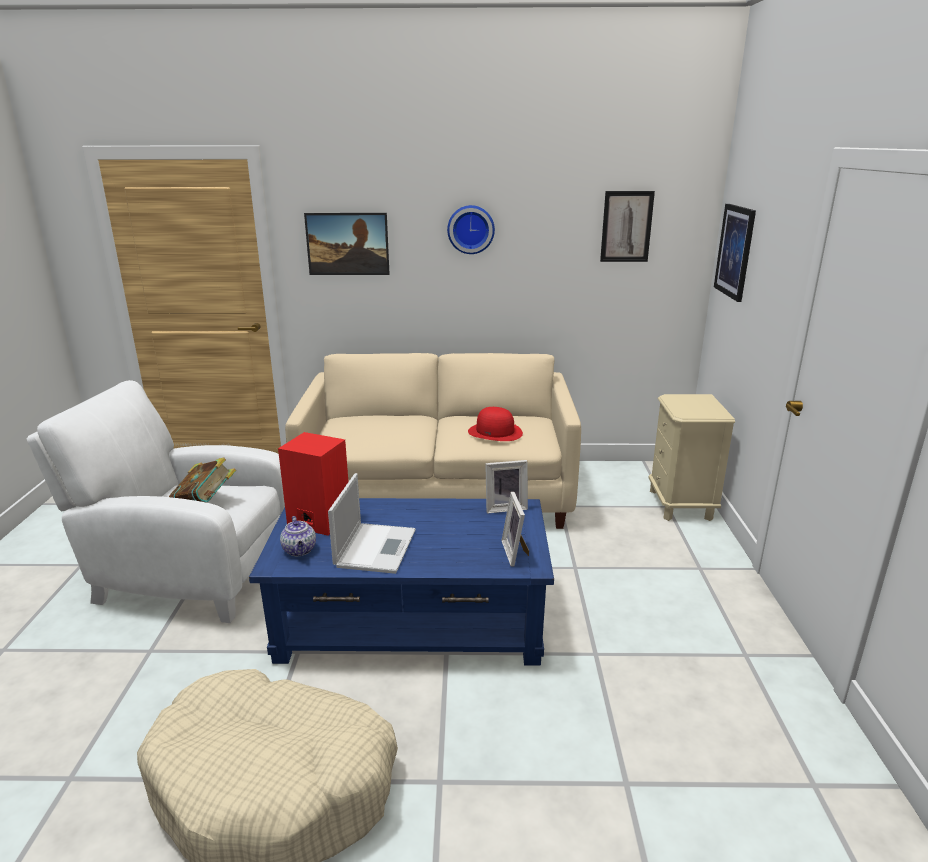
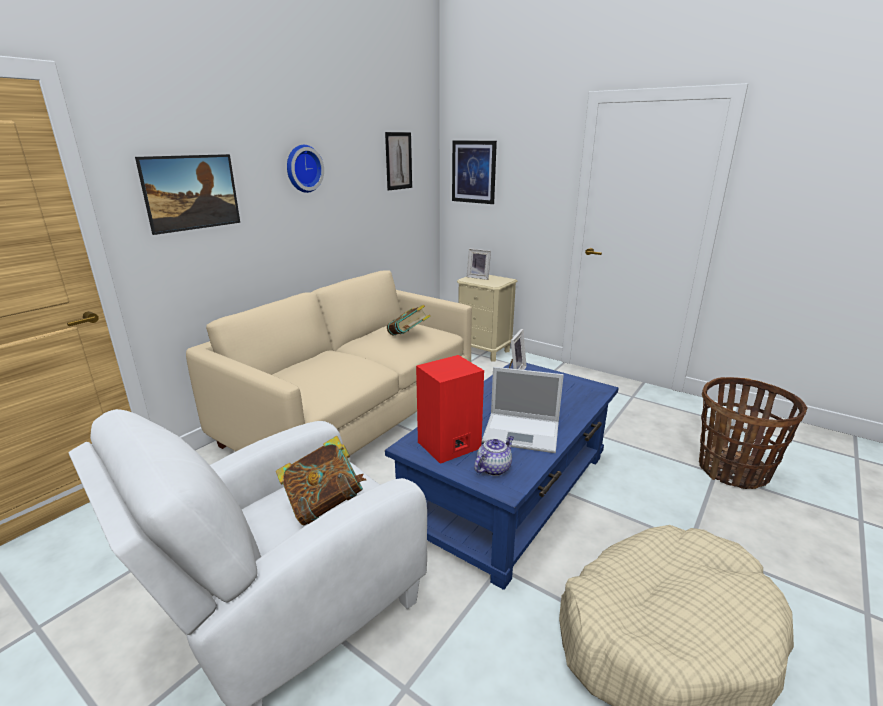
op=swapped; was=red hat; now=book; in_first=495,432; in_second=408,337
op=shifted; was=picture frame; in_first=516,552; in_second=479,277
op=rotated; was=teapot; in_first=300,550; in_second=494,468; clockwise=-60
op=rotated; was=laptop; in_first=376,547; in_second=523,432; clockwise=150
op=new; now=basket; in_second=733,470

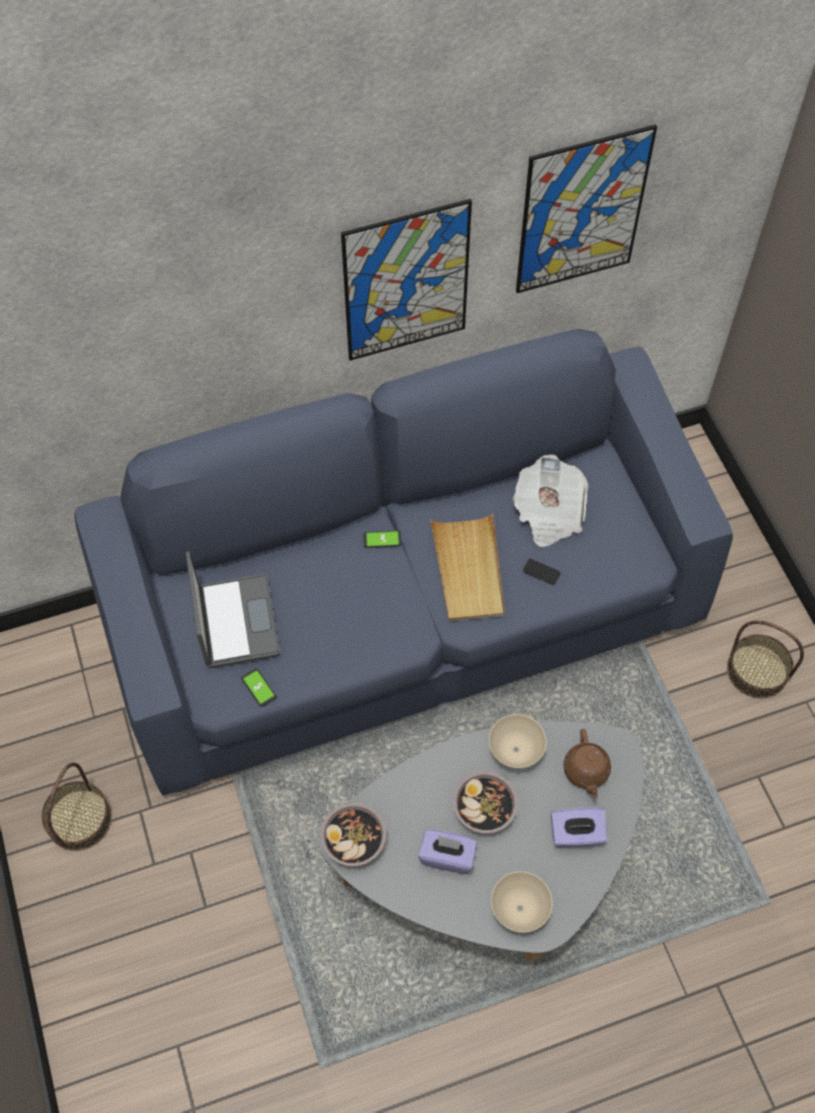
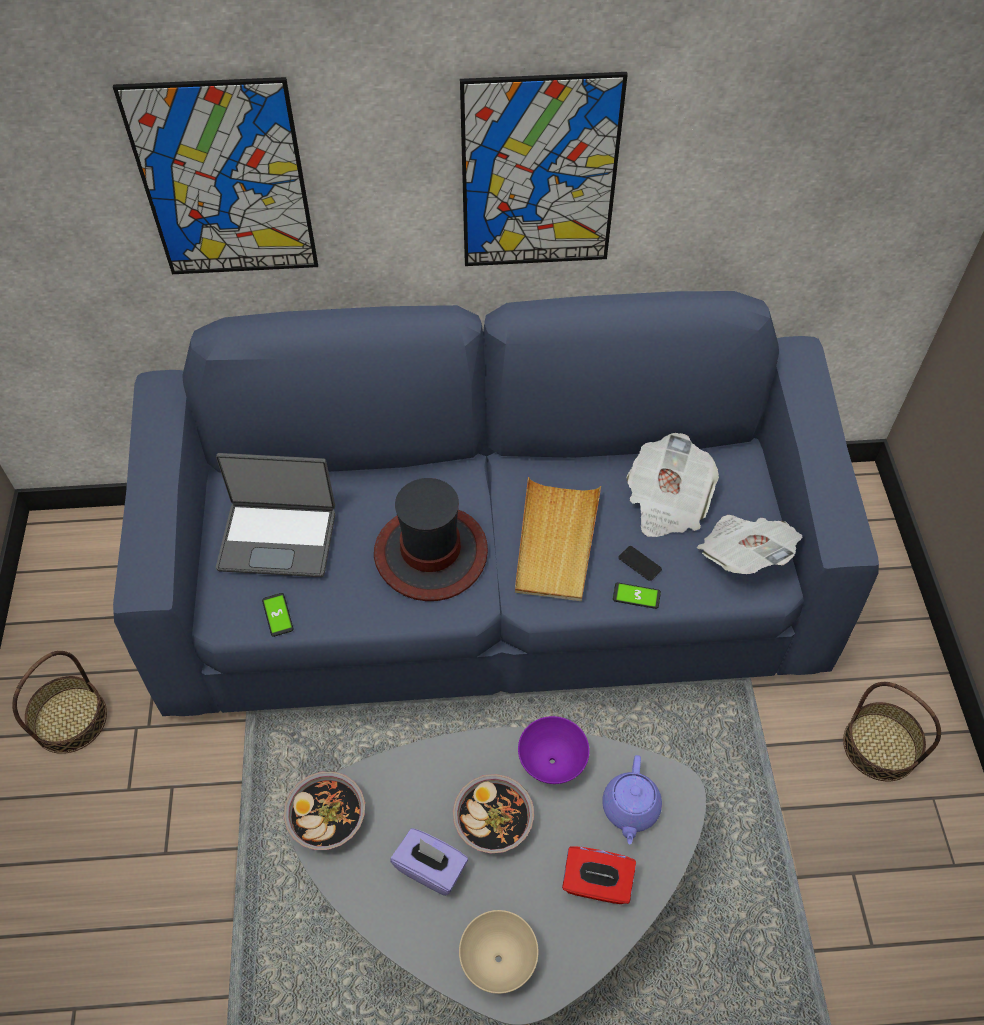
op=shifted; was=picture; in_first=582,211; in_second=224,182
op=rotated; was=laptop; in_first=235,622; in_second=278,538; clockwise=90
op=new; now=hat; in_second=431,553
op=repainted; was=beige bowl; now=purple bowl; in_first=515,751; in_second=551,762
op=repainted; was=purple tissue box; now=red tissue box; in_first=576,834; in_second=596,884
op=repainted; was=brown teapot; now=purple teapot; in_first=586,771; in_second=630,809
op=shifted; was=phone; in_first=382,539; in_second=636,596
op=new; now=newspaper; in_second=743,555

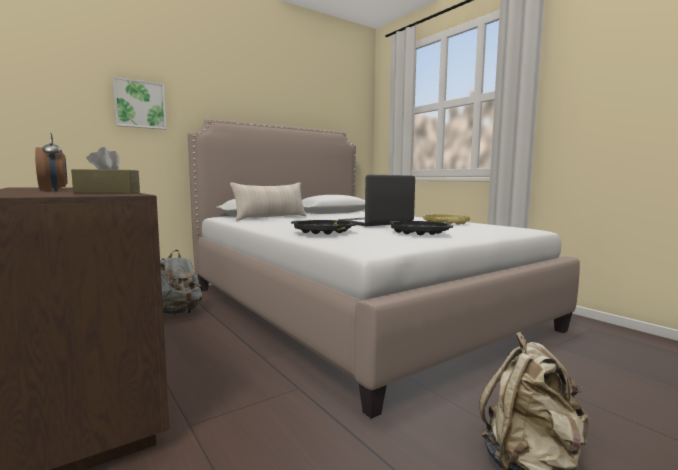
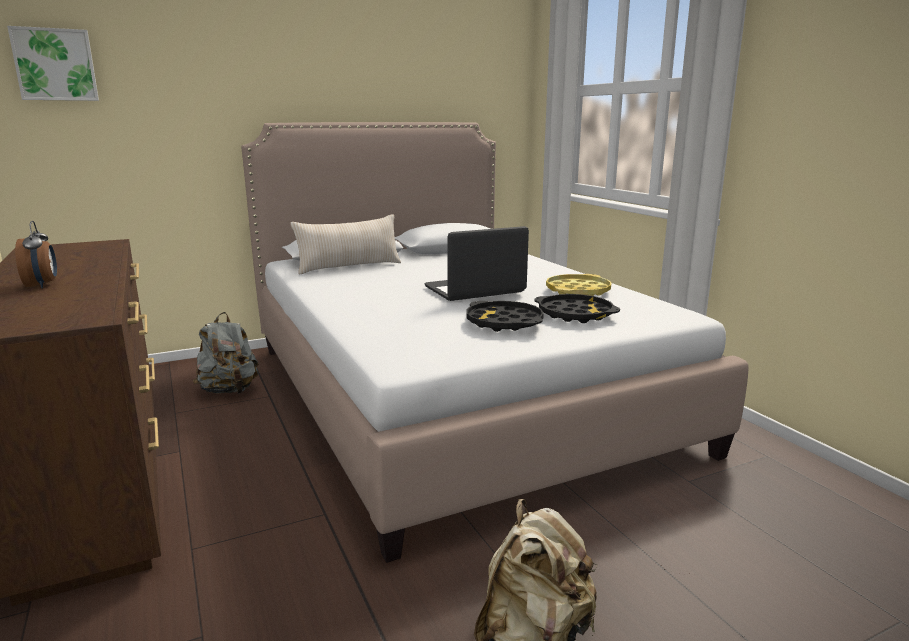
op=shifted; was=picture; in_first=139,104; in_second=55,65
op=shifted; was=black tray; in_first=322,231; in_second=575,314
op=gone; was=brown tissue box; in_first=108,193

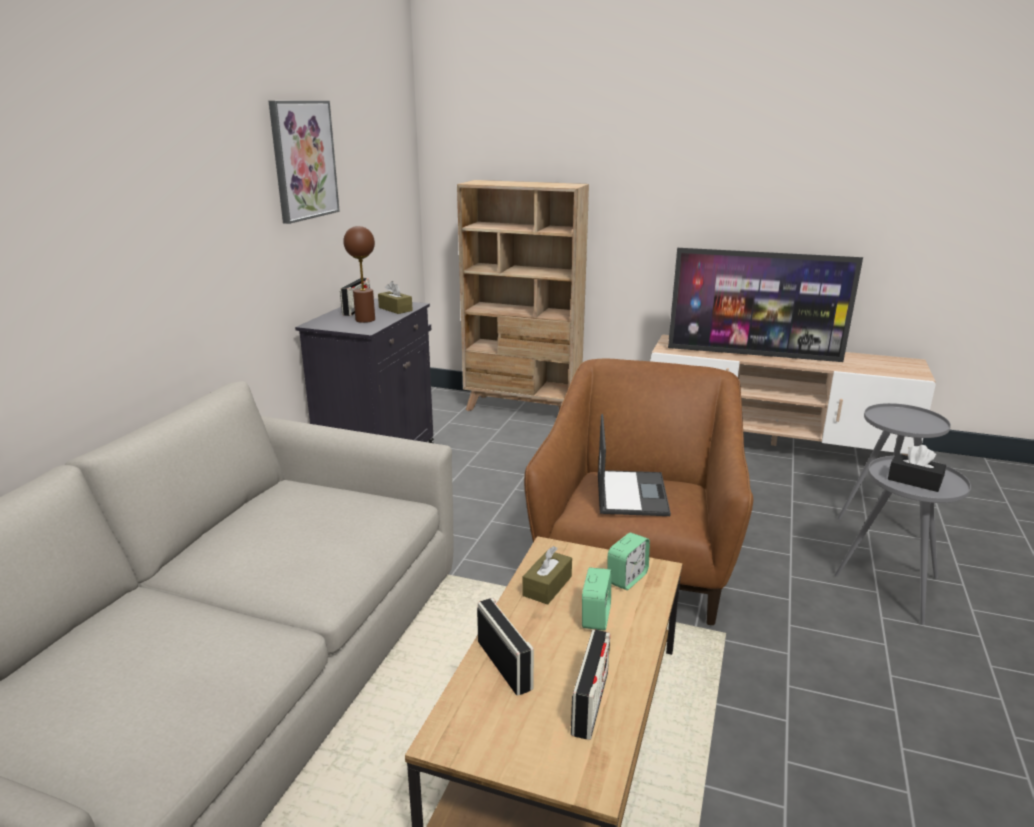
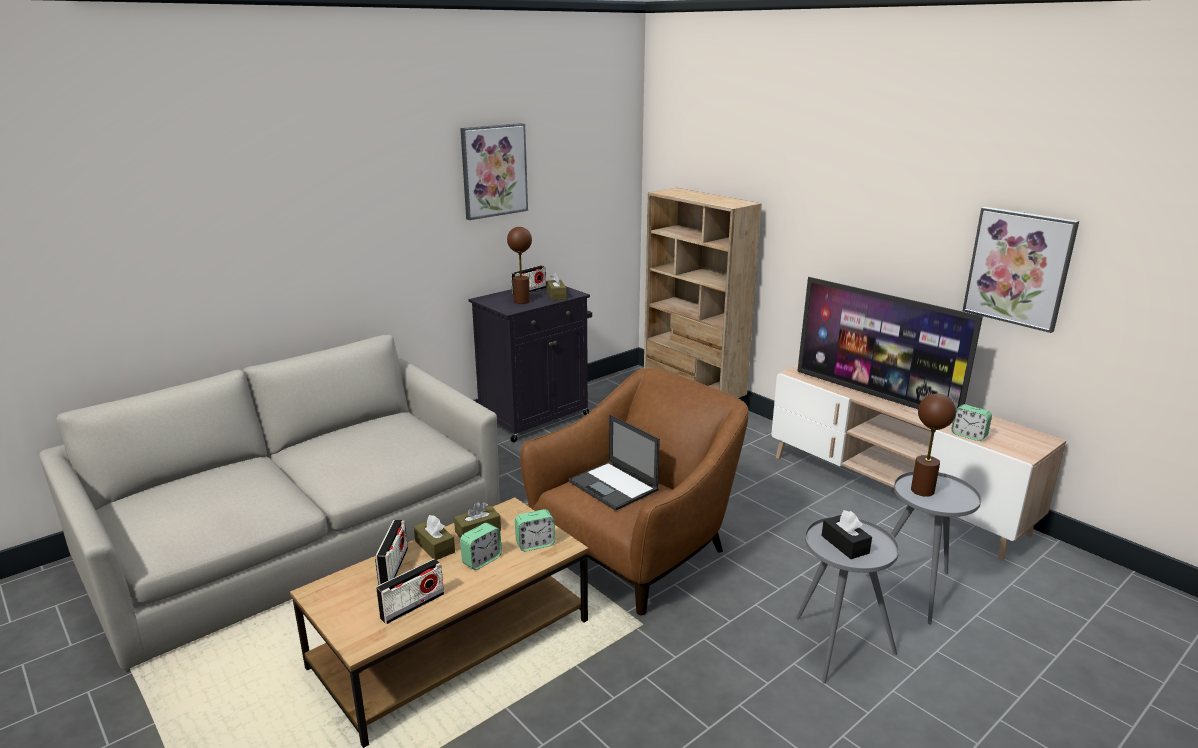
op=new; now=brown tissue box; in_second=435,547
op=rotated; was=laptop; in_first=631,493; in_second=614,486; clockwise=105
op=new; now=brown table lamp; in_second=922,490
op=new; now=alarm clock; in_second=969,435
op=new; now=picture; in_second=1018,268

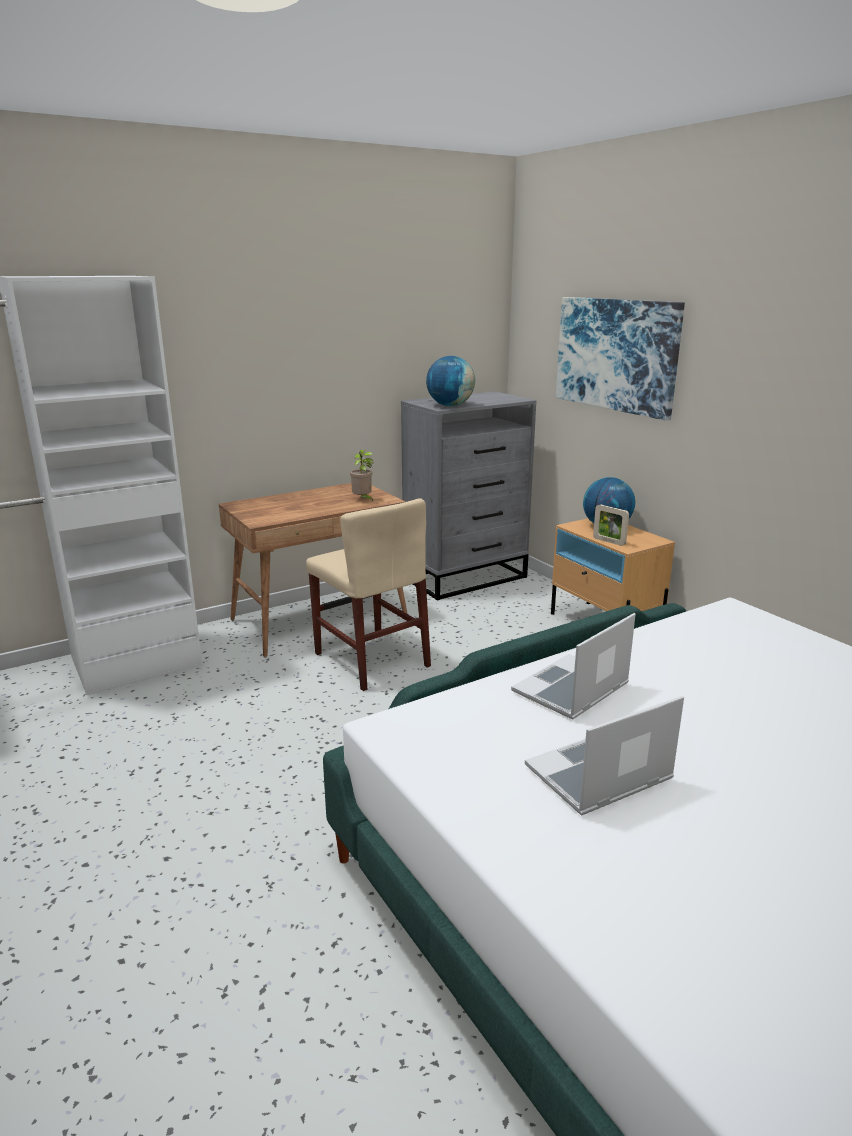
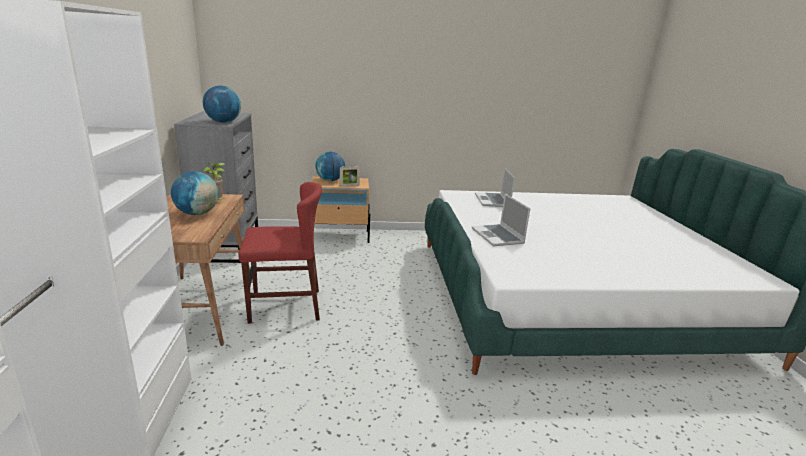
op=new; now=globe; in_second=197,213
op=repainted; was=beige chair; now=red chair; in_first=371,659; in_second=285,306
op=shifted; was=laptop; in_first=598,775; in_second=493,201
op=gone; was=picture; in_first=616,355

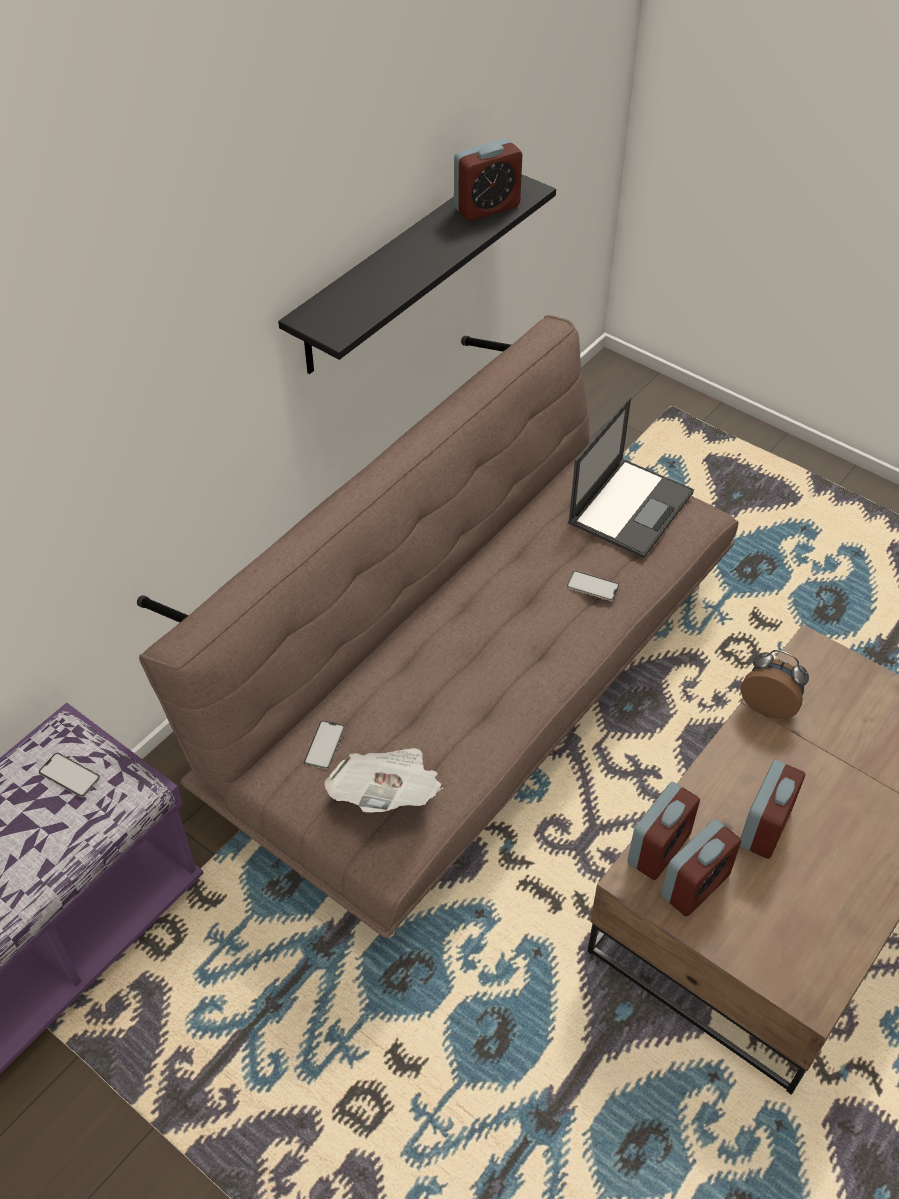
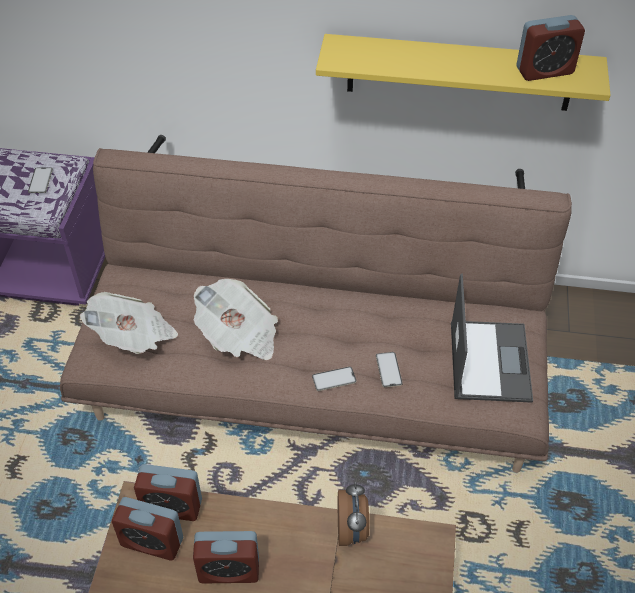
op=new; now=newspaper; in_second=239,335
op=shifted; was=phone; in_first=324,745; in_second=334,379
op=repainted; was=black shelf; now=yellow shelf; in_first=396,271; in_second=459,73
op=rotated; was=laptop; in_first=631,506; in_second=489,360; clockwise=-90
op=rotated; was=alarm clock; in_first=486,207; in_second=544,71; clockwise=-45

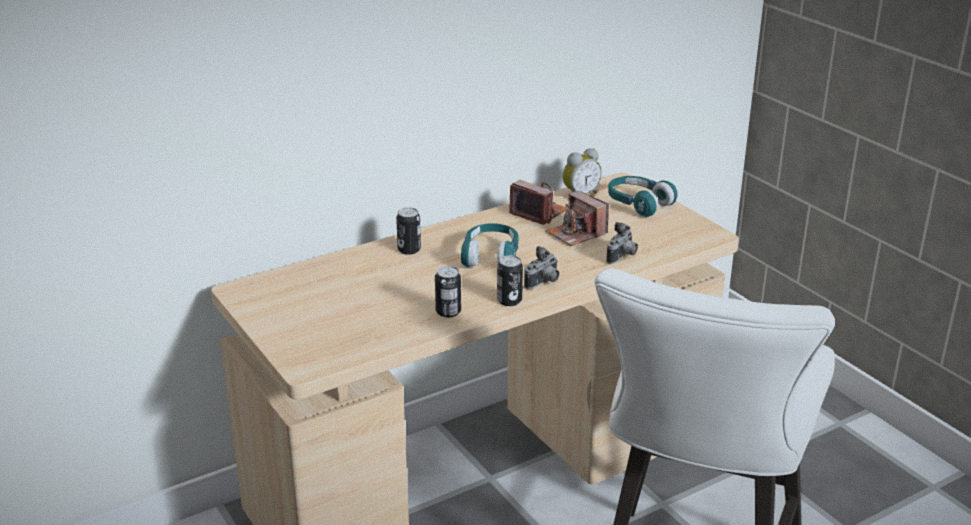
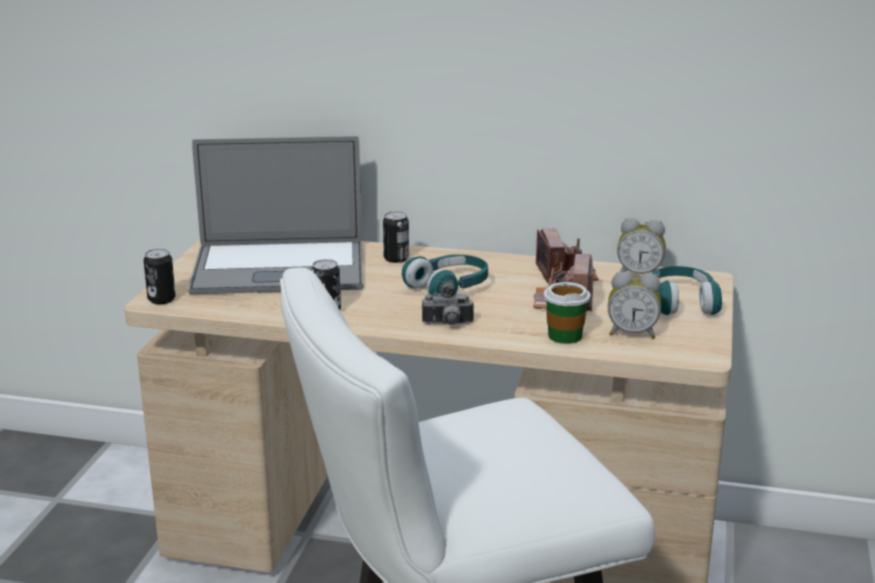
op=shifted; was=can; in_first=509,300; in_second=161,299
op=new; now=laptop; in_second=279,269
op=swapped; was=photo camera; now=cup; in_first=622,257; in_second=565,336
op=new; now=alarm clock; in_second=632,333

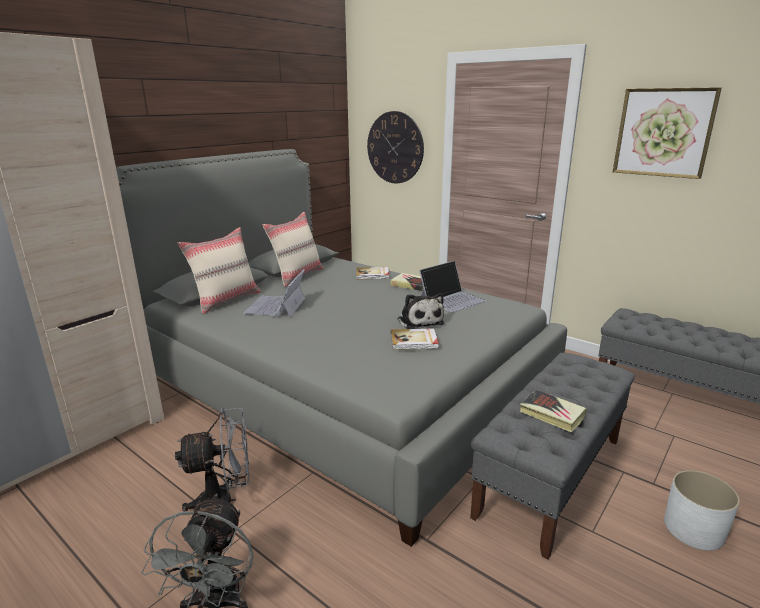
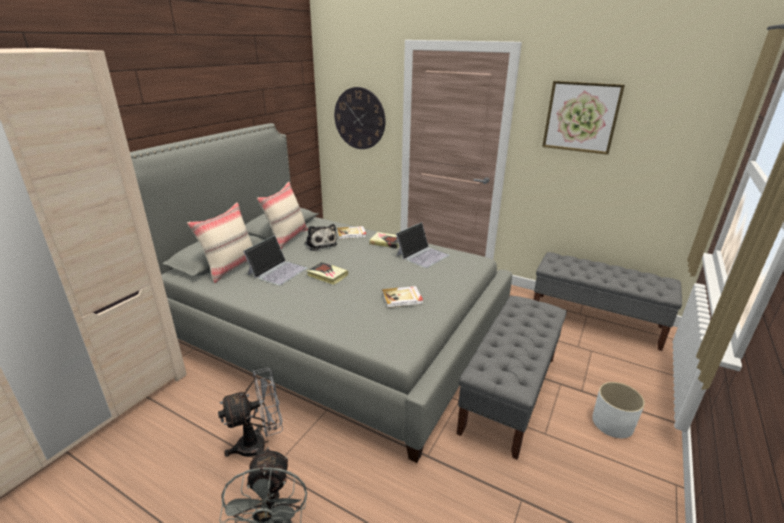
op=rotated; was=laptop; in_first=276,306; in_second=277,271; clockwise=-150
op=shifted; was=plush toy; in_first=419,321; in_second=320,244
op=shifted; was=book; in_first=552,414; in_second=327,275

